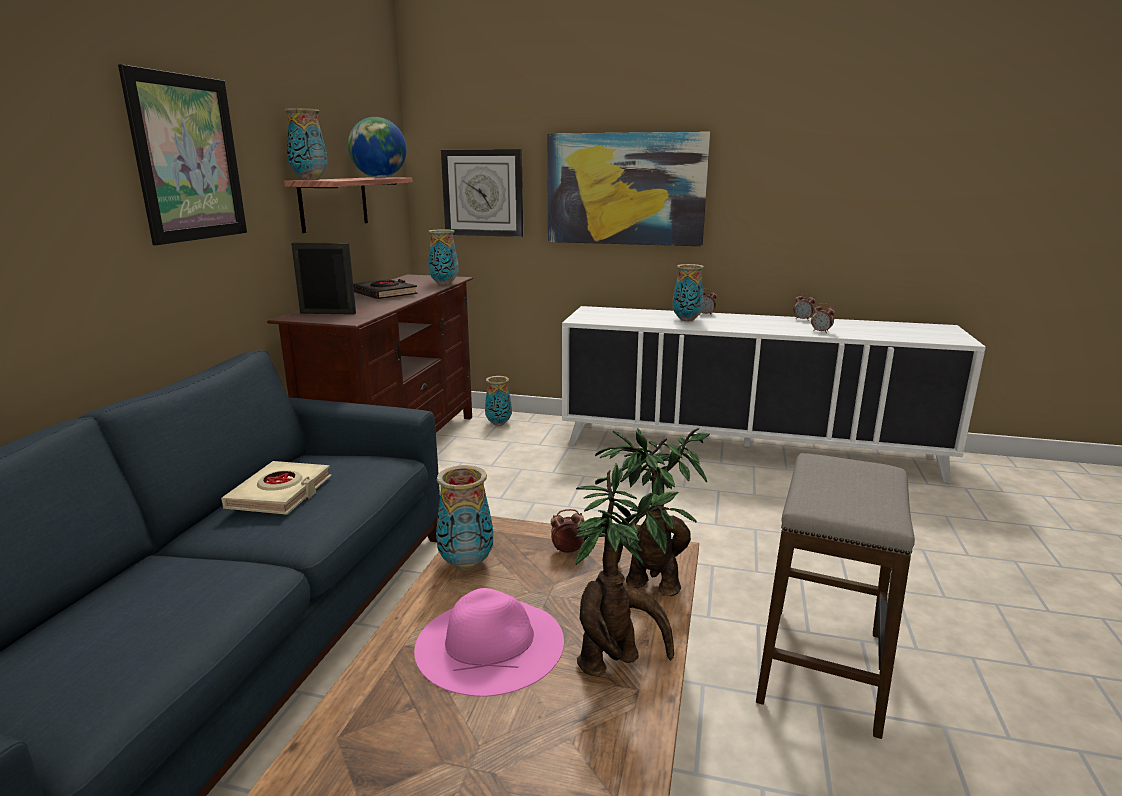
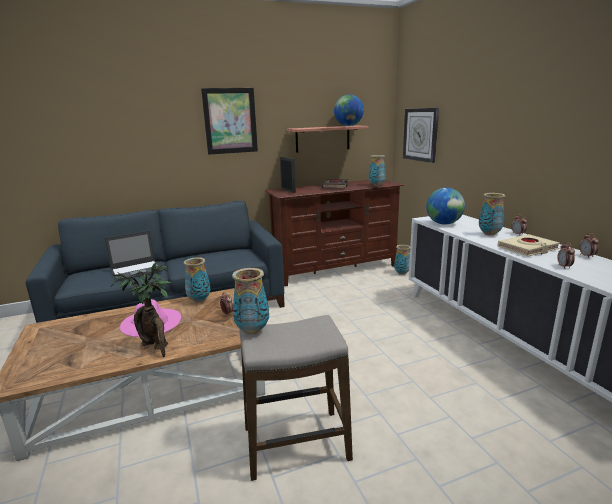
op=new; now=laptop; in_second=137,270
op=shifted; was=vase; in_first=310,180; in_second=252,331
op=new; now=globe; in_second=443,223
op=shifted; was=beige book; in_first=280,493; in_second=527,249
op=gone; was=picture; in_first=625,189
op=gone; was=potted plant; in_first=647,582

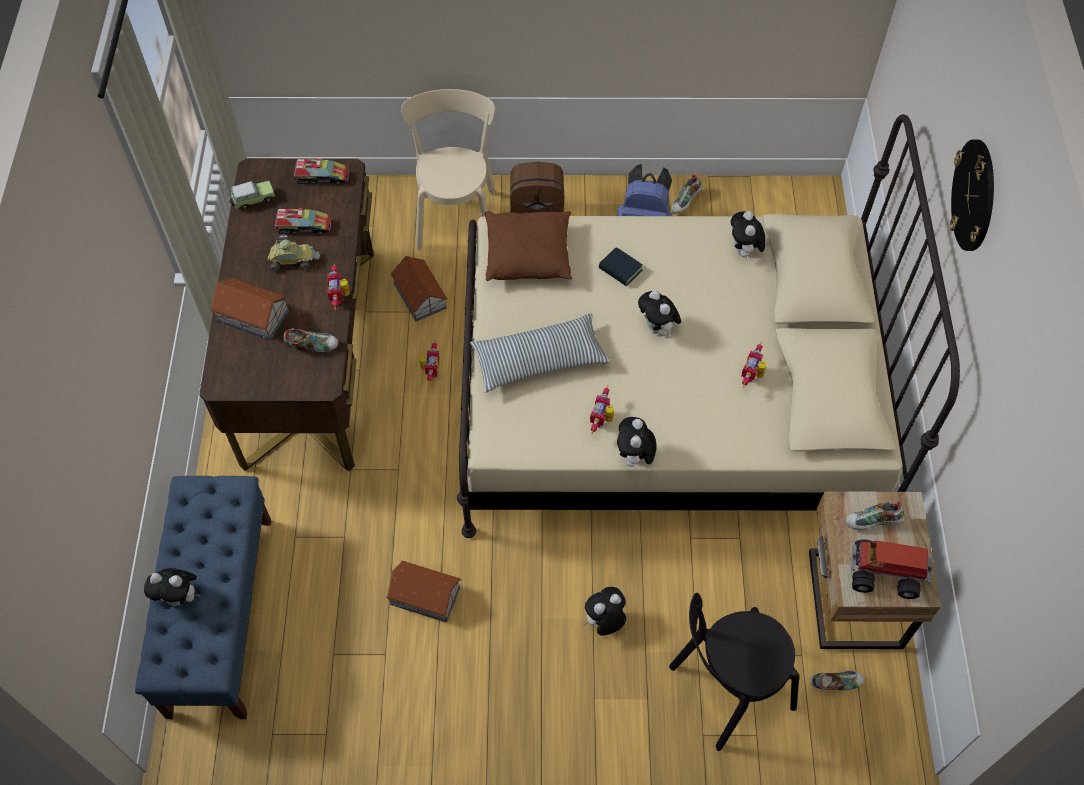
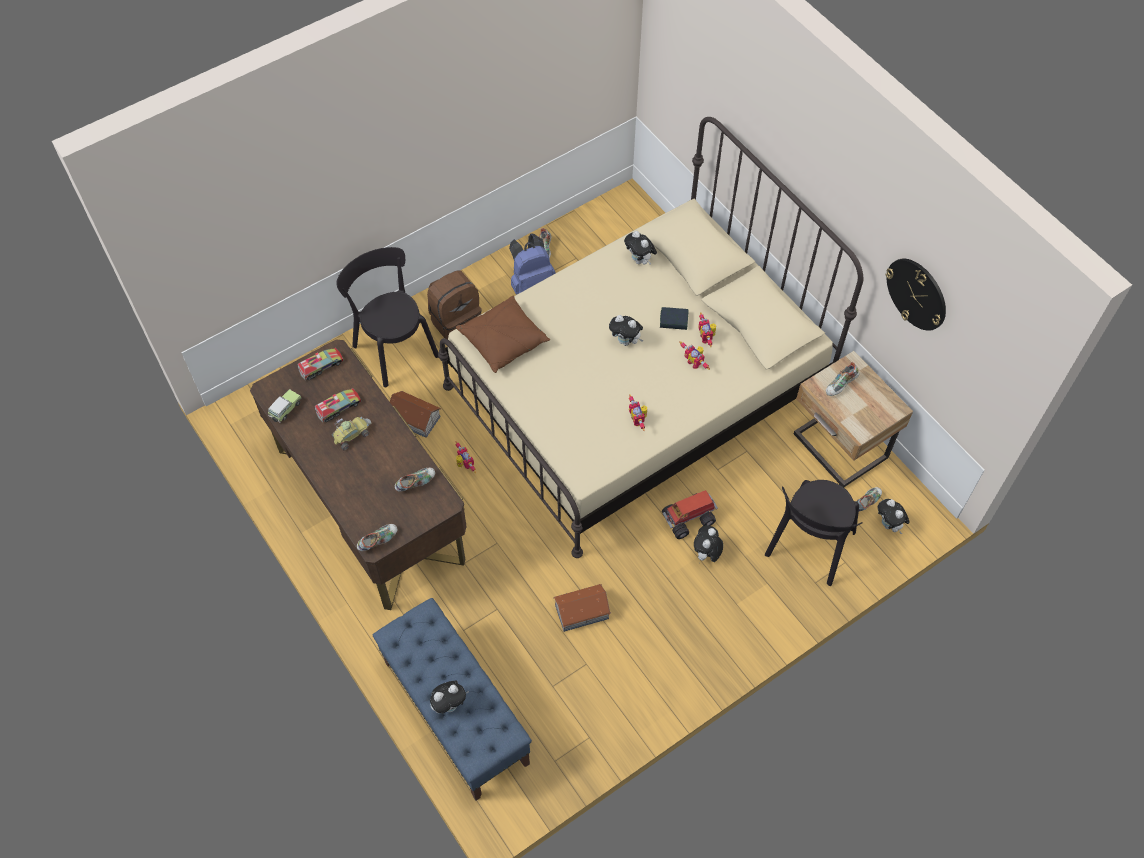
op=repainted; was=beige chair; now=black chair; in_first=456,215; in_second=393,348
op=new; now=shoe; in_second=378,540
op=shifted; was=book; in_first=620,269; in_second=673,321
op=shifted; was=toy truck; in_first=885,574; in_second=689,519
op=shifted; was=toy robot; in_first=340,297; in_second=695,362
op=shifted; was=plush toy; in_first=634,457; in_second=889,525
op=shifted; was=wall clock; in_first=974,195; in_second=917,293
op=gone; was=toy house; in_first=253,316
op=gone; was=pillow; in_first=539,360

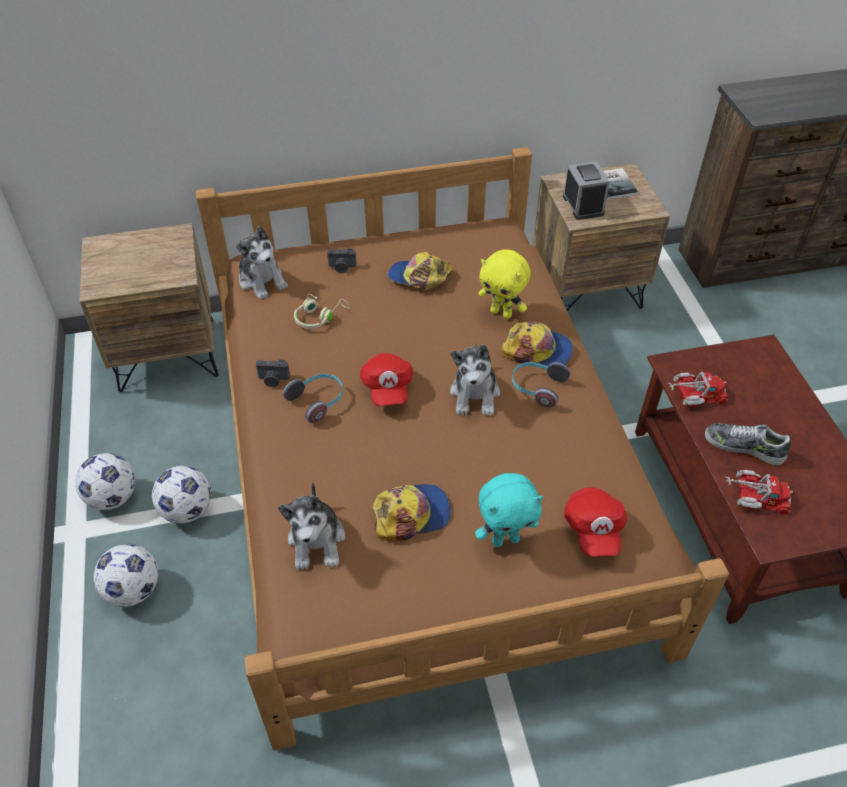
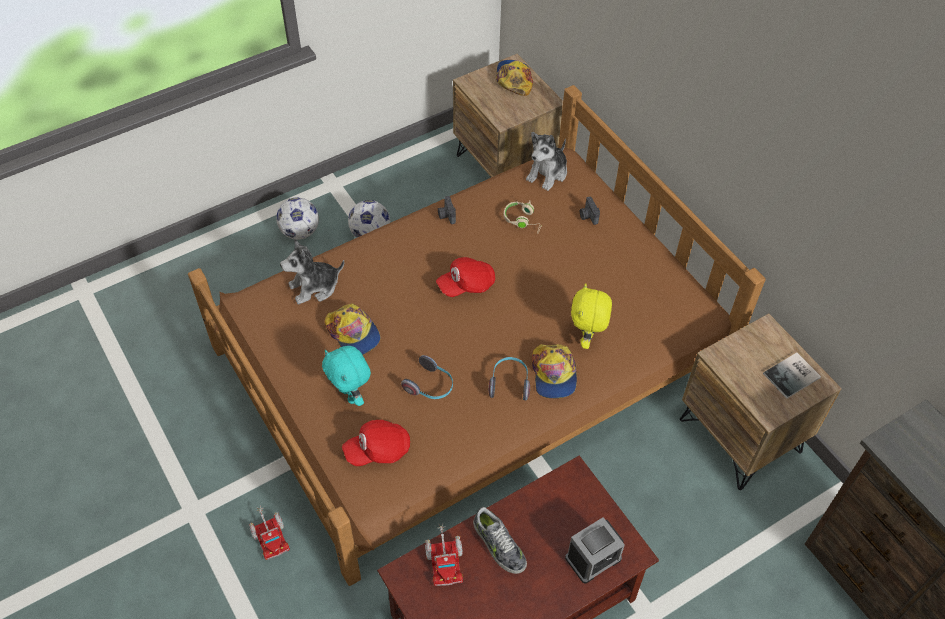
op=shifted; was=toy truck; in_first=693,395; in_second=269,535
op=shifted; was=headphones; in_first=318,401; in_second=430,386
op=rotated; was=shoe; in_first=744,446; in_second=498,545; clockwise=135
op=shifted; was=cap; in_first=419,277; in_second=514,79
op=shifted; was=alarm clock; in_first=583,205; in_second=593,558
op=gone; was=football; in_first=112,497
op=gone; was=plush toy; in_first=475,394

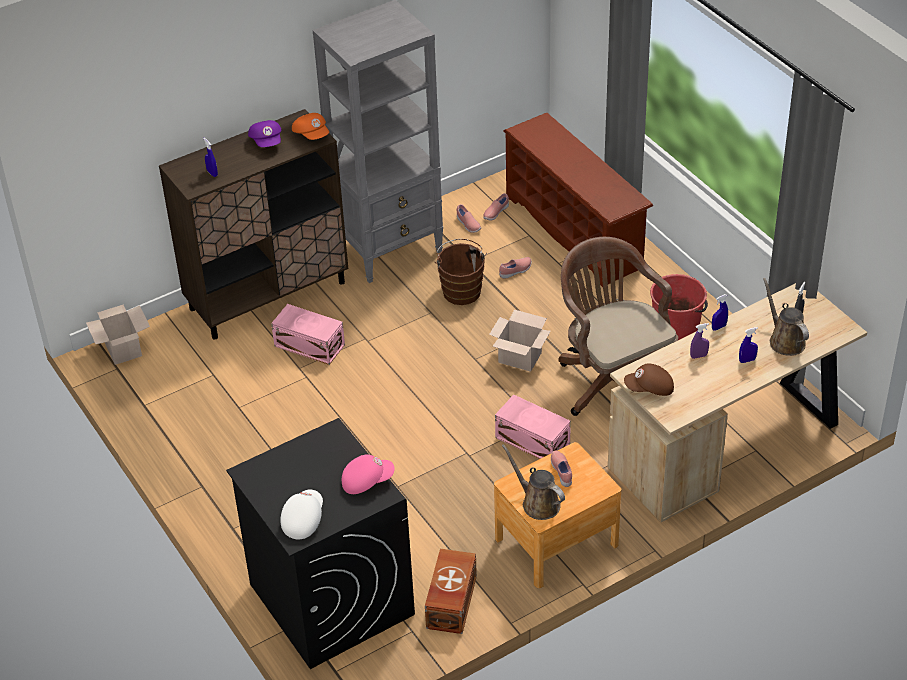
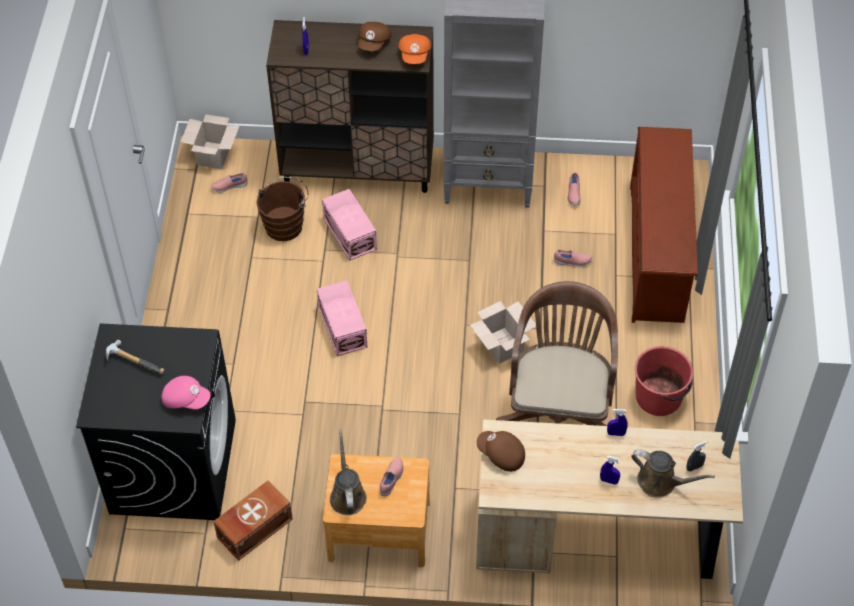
op=new; now=hammer; in_second=135,360
op=shifted; was=pink shoe; in_first=495,213; in_second=229,186
op=shifted; was=brown bucket; in_first=461,290; in_second=285,224
op=shifted; was=pink storage box; in_first=532,439; in_second=343,326
op=repainted; was=purple cap; now=brown cap; in_first=267,141; in_second=374,43
op=rotated; was=brown watering can; in_first=784,340; in_second=660,482; clockwise=105
op=gone; was=white cap; in_first=303,520
op=gone; was=purple spray bottle; in_first=698,356

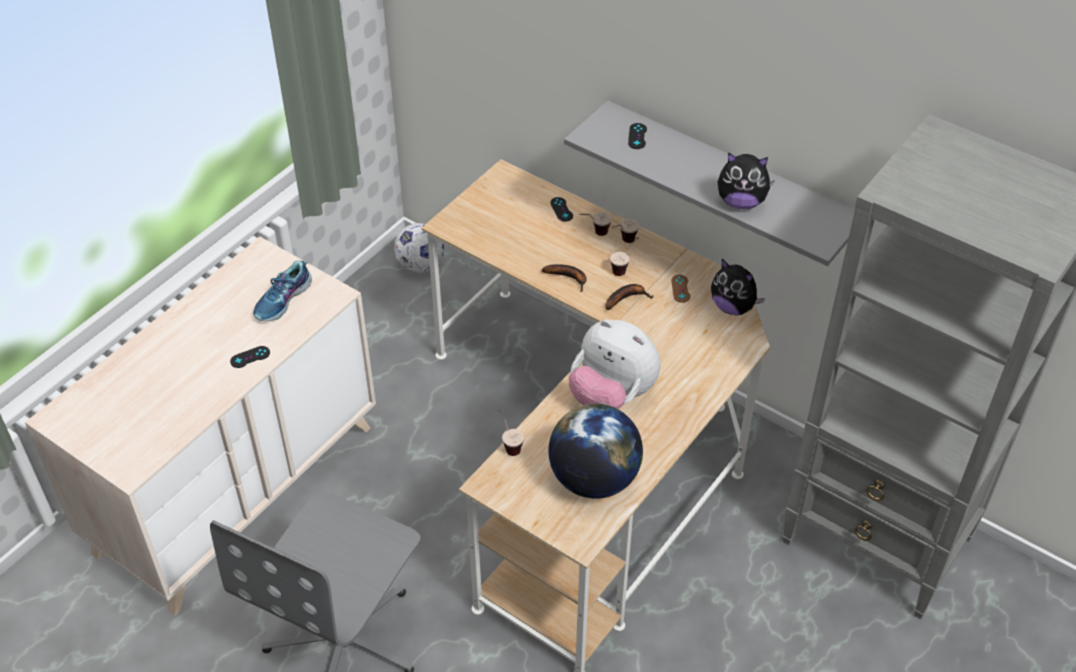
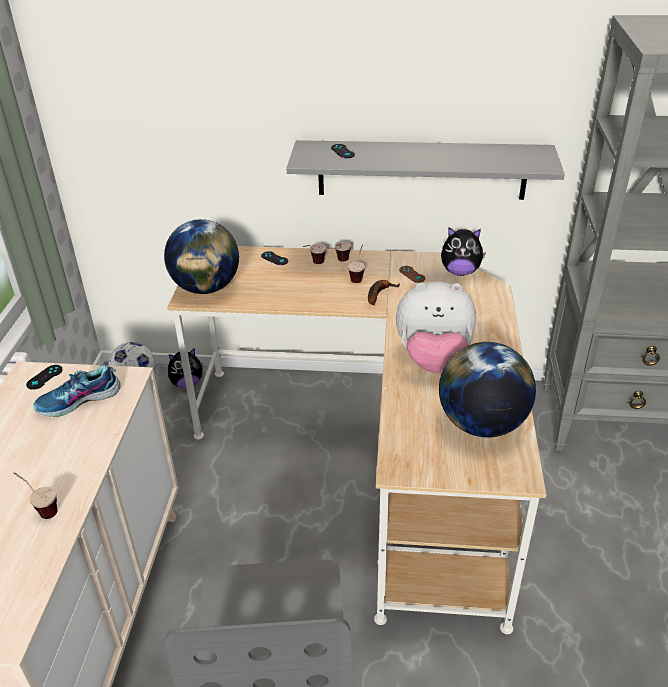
op=shifted; was=cup; in_first=508,444; in_second=41,509
op=shifted; was=black game controller; in_first=250,357; in_second=44,377
op=rotated; was=shoe; in_first=283,300; in_second=79,401; clockwise=60
op=new; now=globe; in_second=206,288
op=shifted; was=plush toy; in_first=741,202; in_second=187,383
op=gone; was=banana; in_first=569,278

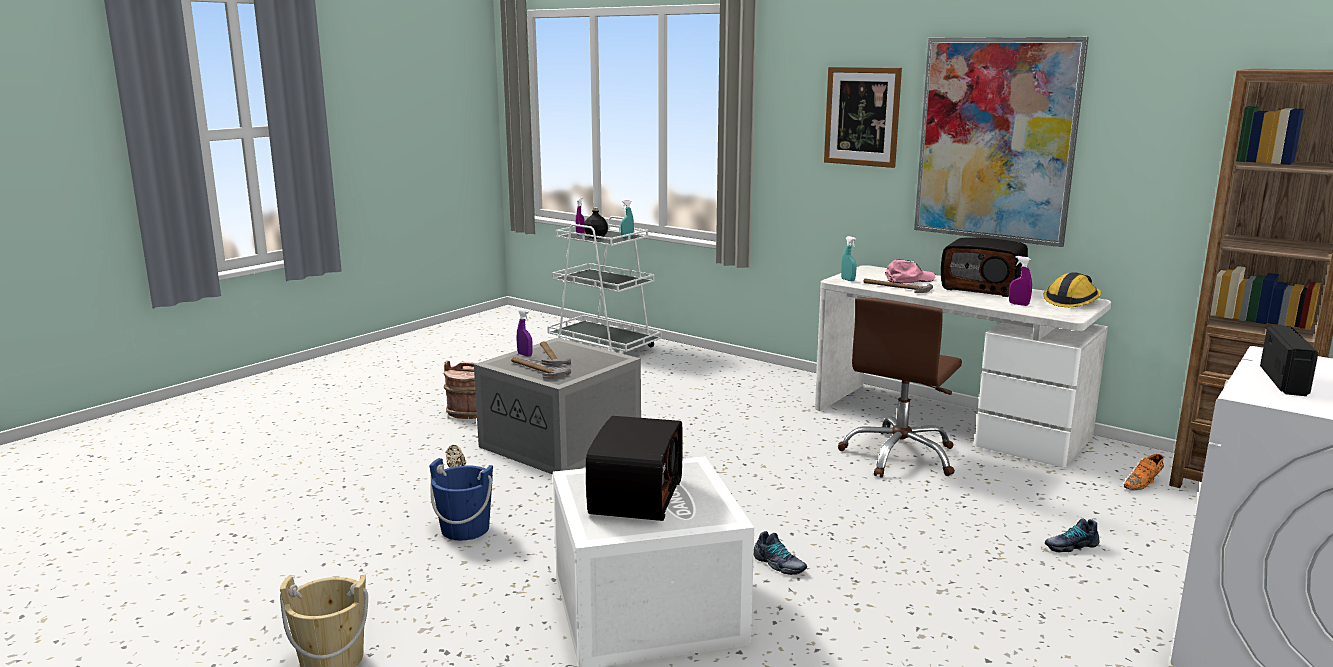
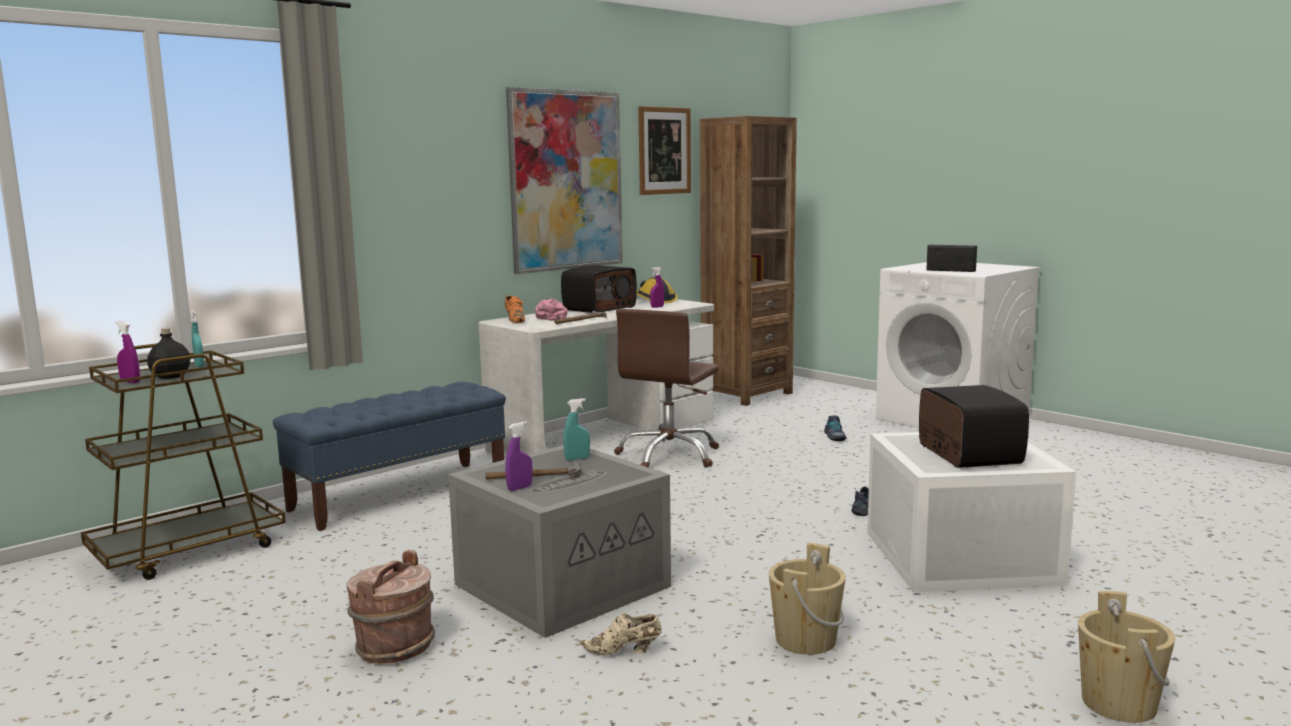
op=repainted; was=white cart; now=brown cart; in_first=604,347; in_second=189,550
op=new; now=blue bench; in_second=400,494
op=shifted; was=orange shoe; in_first=1143,484; in_second=515,320
op=shifted; was=turquoise spray bottle; in_first=848,280; in_second=577,458
op=rotated; was=brown office chair; in_first=900,456; in_second=669,456; clockwise=75
op=shifted; was=picture; in_first=862,116; in_second=664,151
op=repainted; was=blue bucket; now=beige bucket; in_first=465,529; in_second=805,640
op=rotated; was=radio; in_first=634,496; in_second=966,454; clockwise=60
op=gone; was=hammer; in_first=536,370

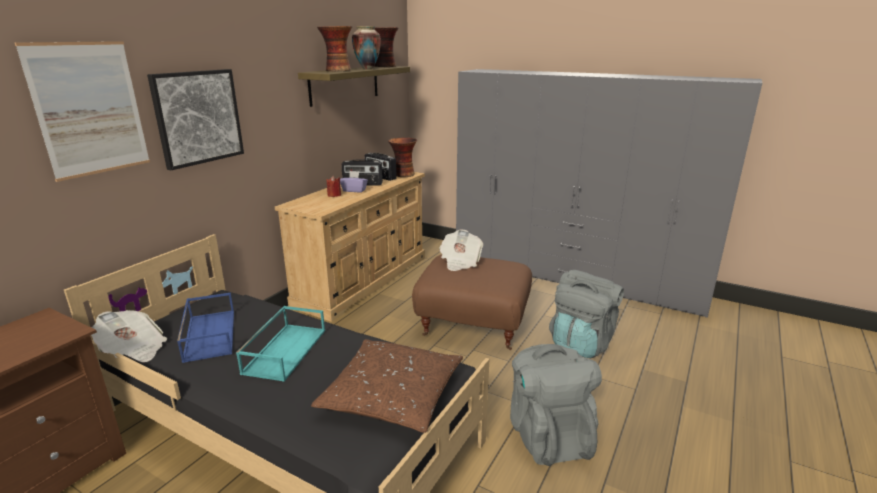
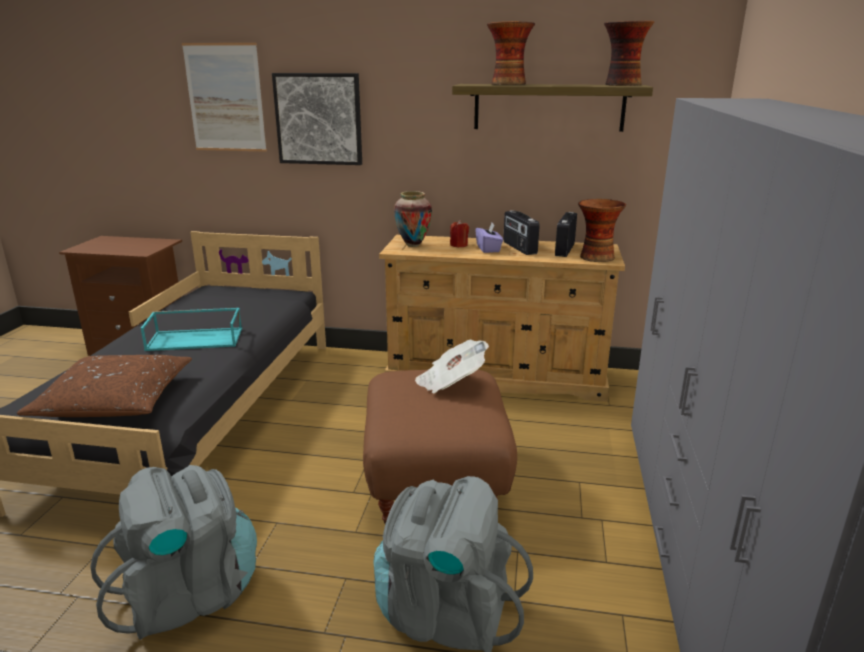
op=shifted; was=vase; in_first=367,69; in_second=413,245
op=gone; was=newspaper; in_first=133,350
op=gone; was=blue tray; in_first=209,334

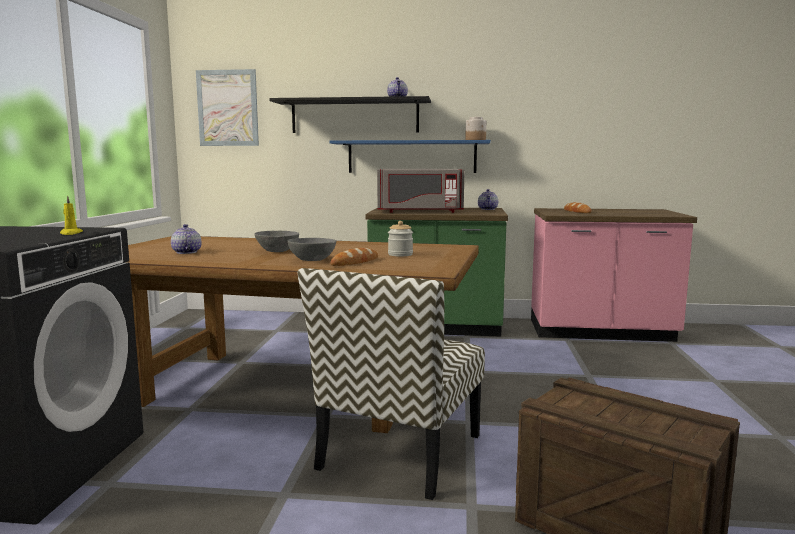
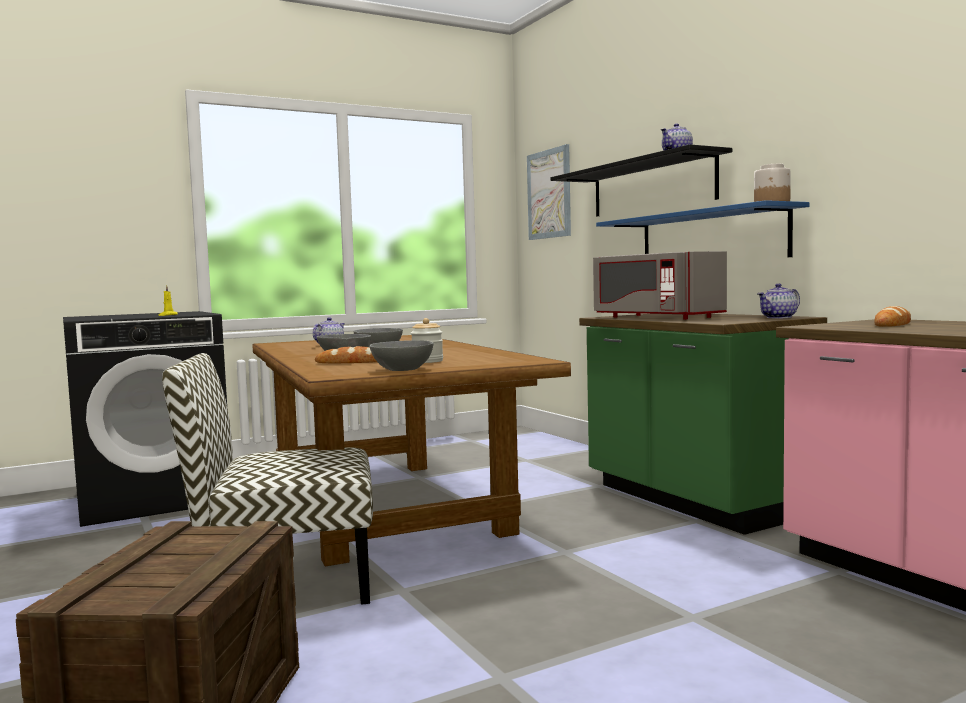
op=new; now=grey bowl; in_second=402,369

